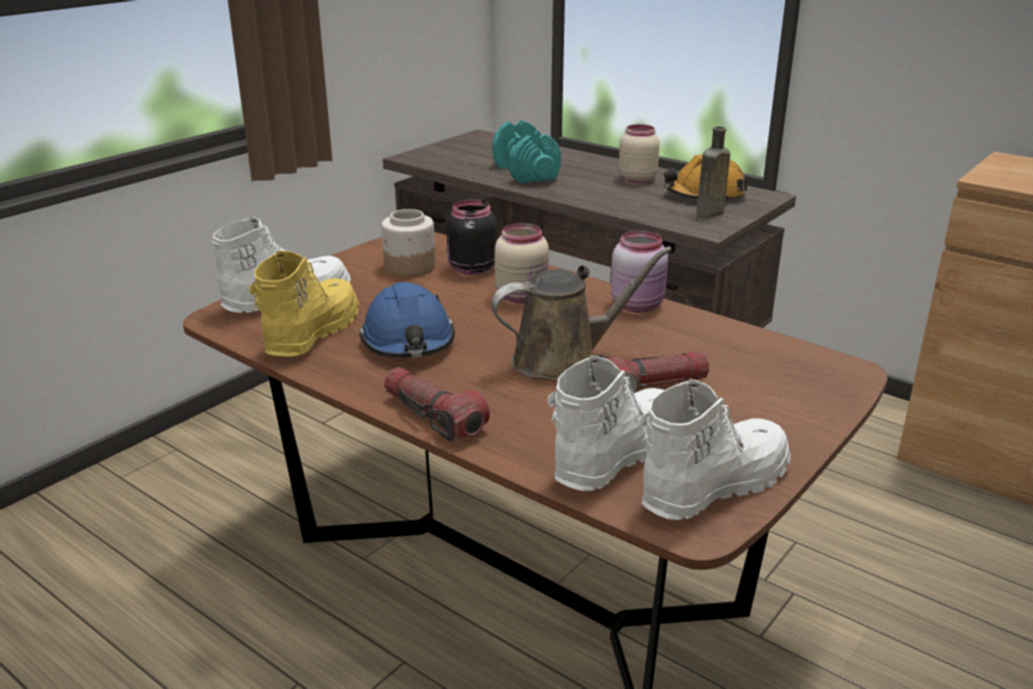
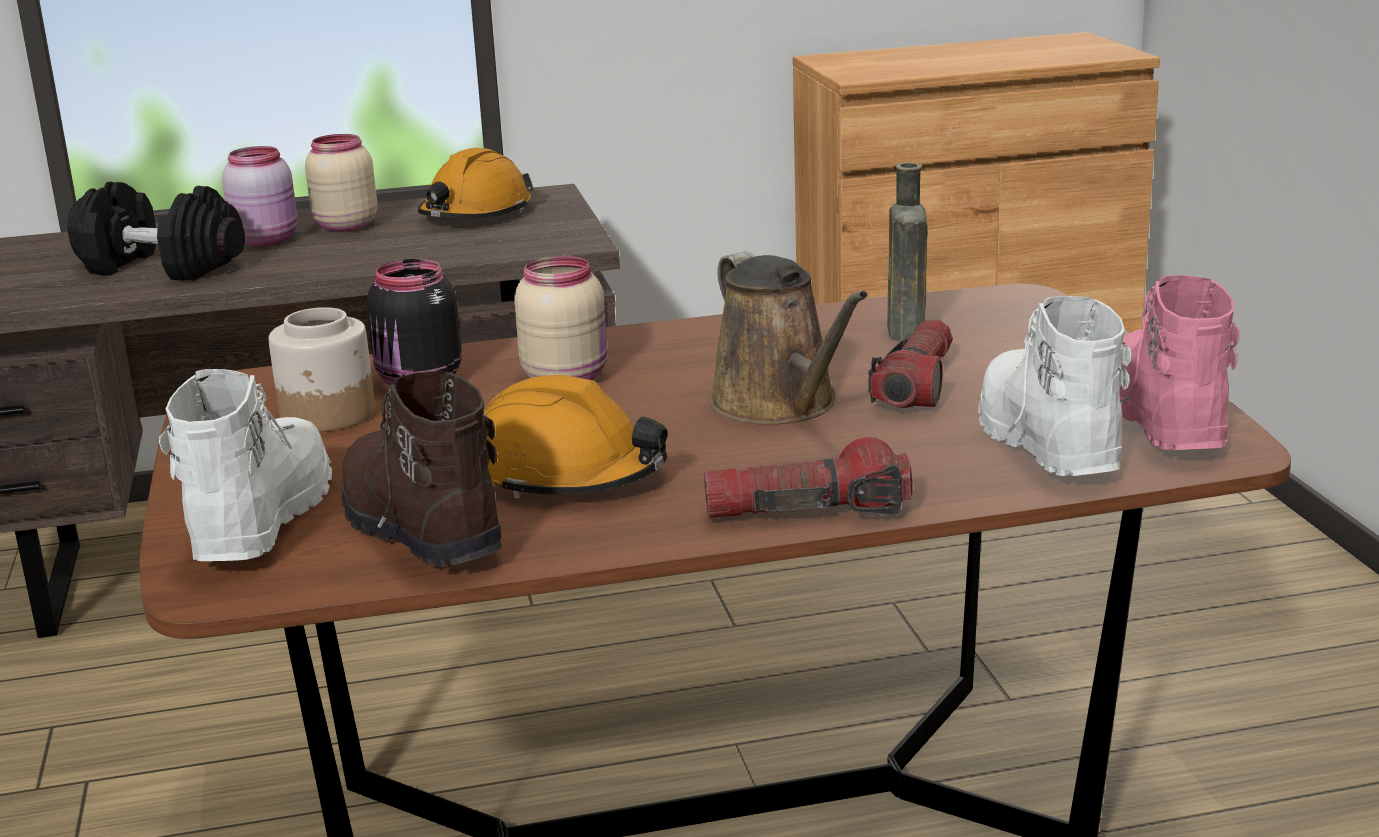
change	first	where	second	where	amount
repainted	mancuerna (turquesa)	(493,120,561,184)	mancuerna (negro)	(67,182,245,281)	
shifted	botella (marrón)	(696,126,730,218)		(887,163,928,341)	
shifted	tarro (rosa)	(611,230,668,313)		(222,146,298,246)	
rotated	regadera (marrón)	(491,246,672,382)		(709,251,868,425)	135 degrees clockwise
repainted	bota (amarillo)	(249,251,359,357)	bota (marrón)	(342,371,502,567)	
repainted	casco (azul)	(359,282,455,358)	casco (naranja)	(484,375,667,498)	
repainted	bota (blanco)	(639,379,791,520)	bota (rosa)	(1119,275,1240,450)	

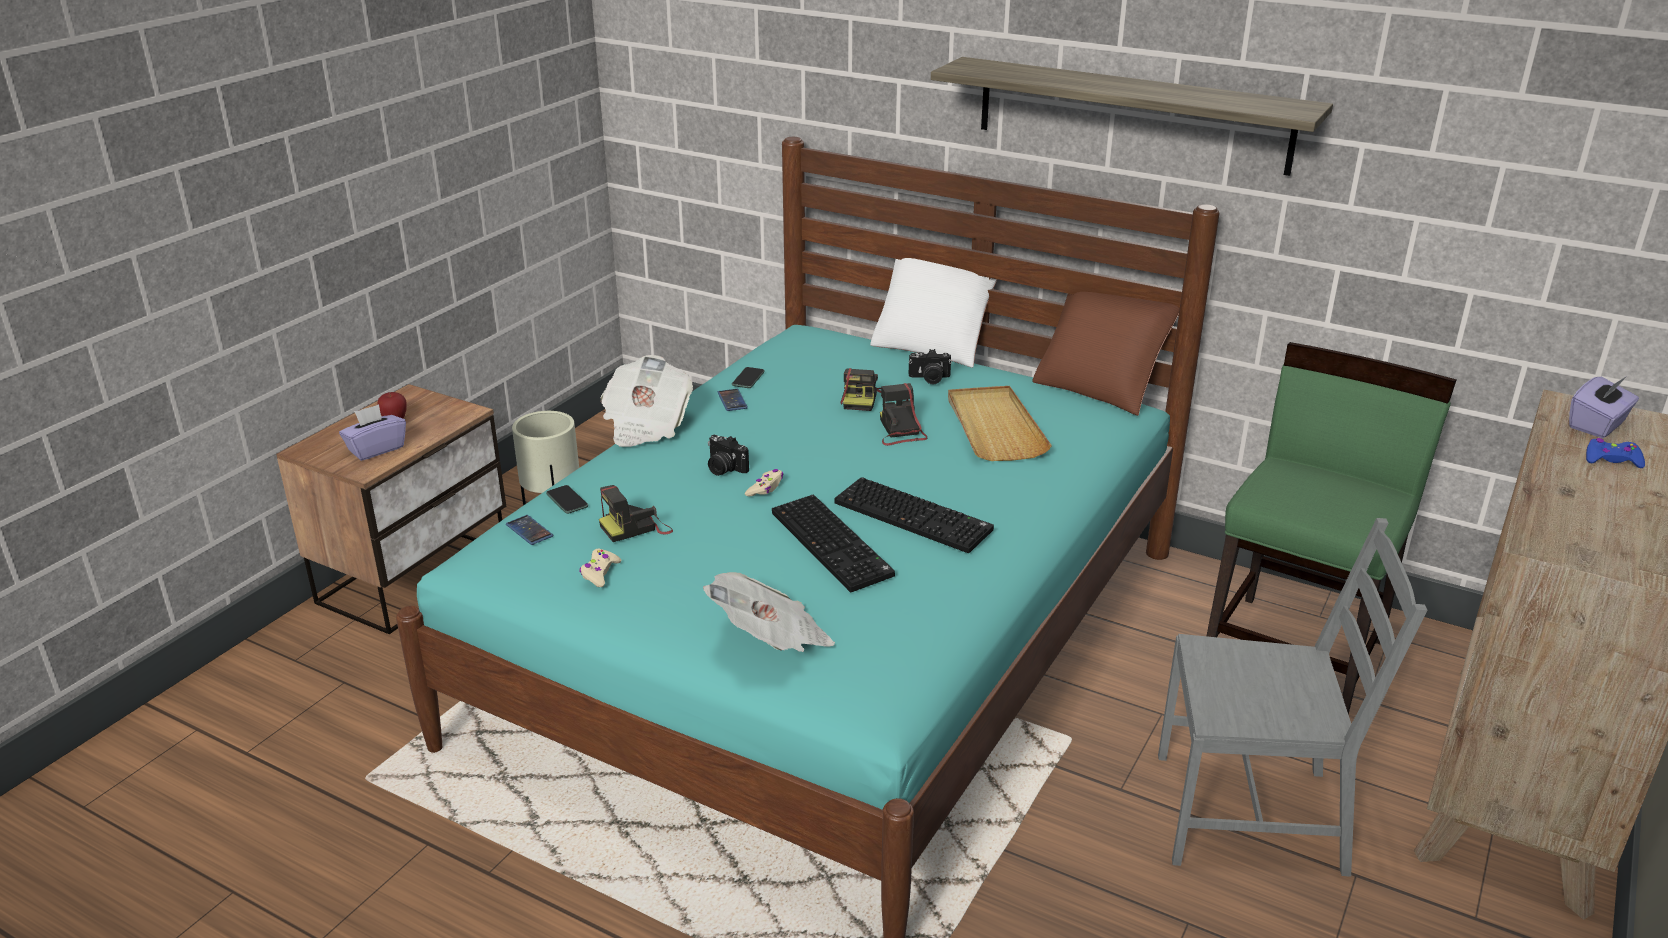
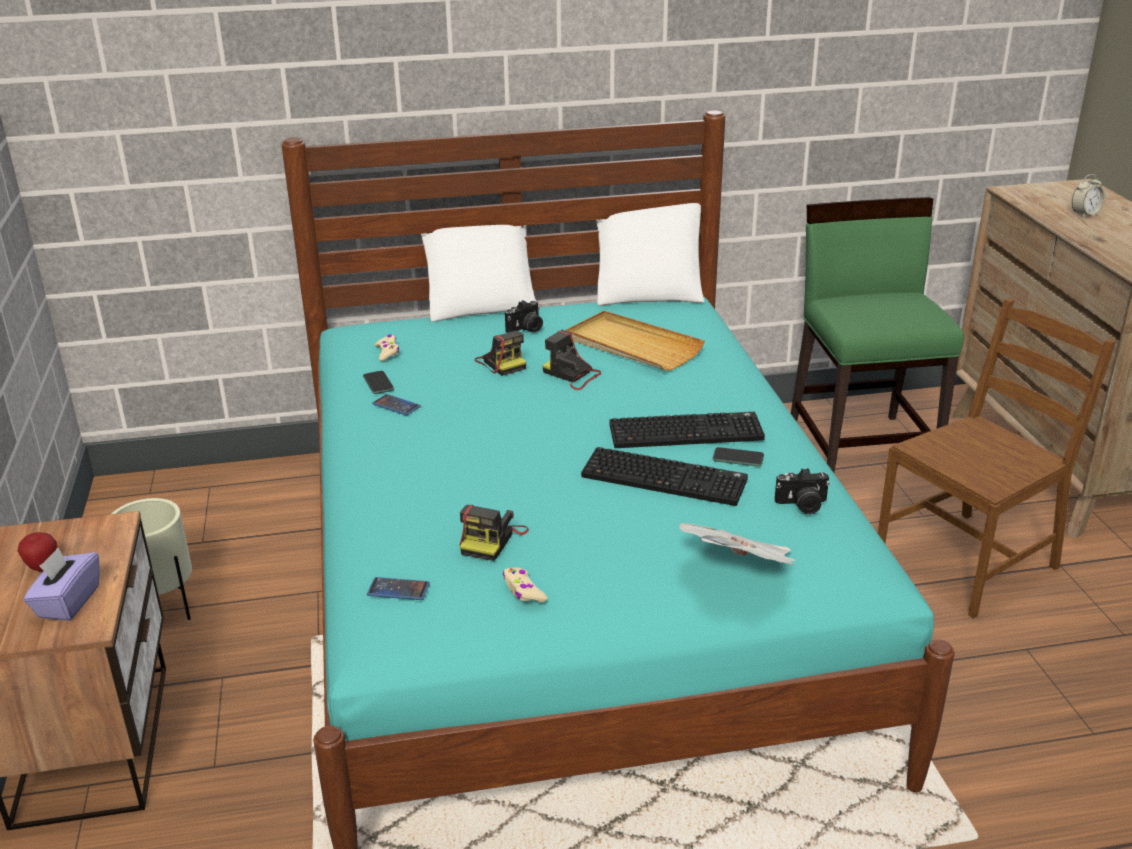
change	first	where	second	where	amount
gone	estante	(931,57,1333,176)			
repainted	cojín (marrón)	(1032,292,1180,416)	cojín (blanco)	(596,203,705,306)	
gone	periódico	(601,355,693,447)			
gone	caja de pañuelos (morado)	(1569,376,1639,438)			
shifted	cámara	(708,435,749,476)		(775,468,830,514)	
swapped	mando de consola (azul)	(1586,438,1645,468)	despertador	(1072,174,1105,218)	
shifted	mando de consola (beis)	(745,469,783,497)		(374,334,399,361)	
shifted	móvil	(546,485,588,514)		(712,447,764,467)	
repainted	silla (gris)	(1158,518,1427,877)	silla (marrón)	(878,298,1116,619)	

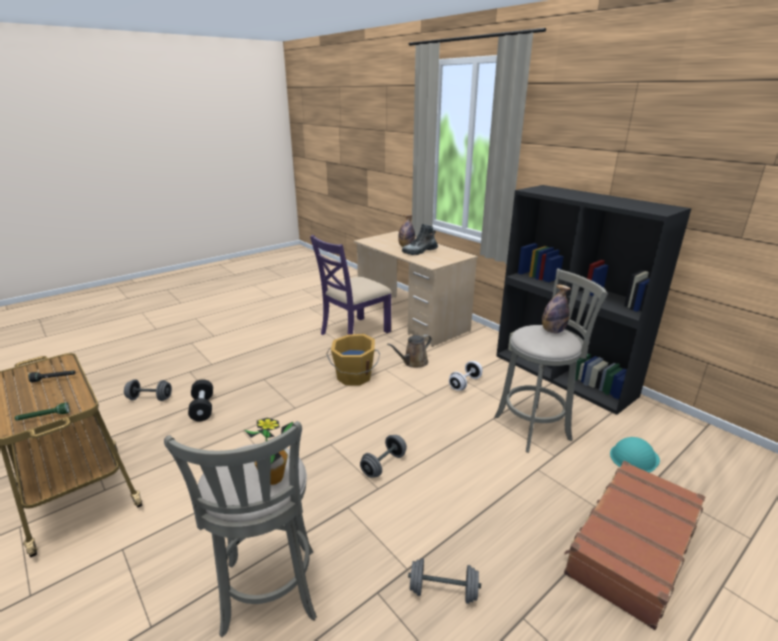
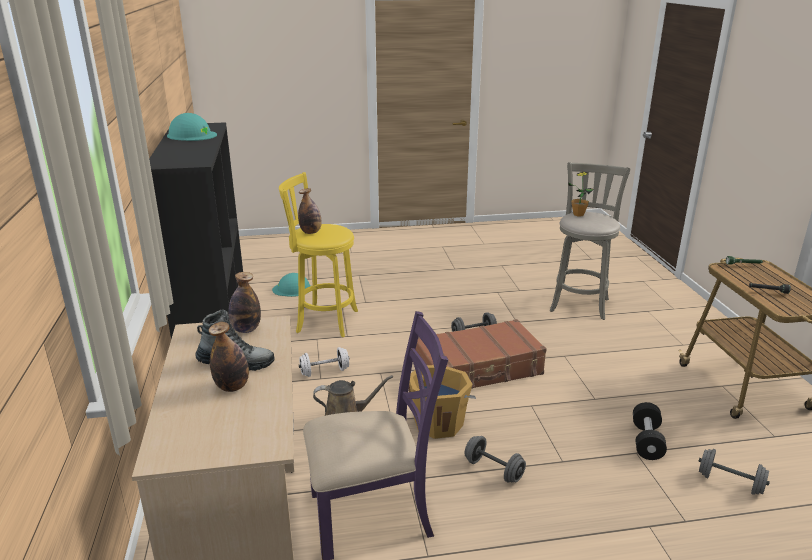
change	first	where	second	where	amount
repainted	taburete (gris)	(494,268,607,453)	taburete (amarillo)	(279,172,358,337)	
shifted	maleta (marrón)	(564,461,705,630)		(415,319,547,389)	
shifted	mancuerna (gris)	(408,558,481,604)		(465,436,526,483)	
new			casco (turquesa)	(167,113,217,141)	
new			botella	(228,272,261,333)	

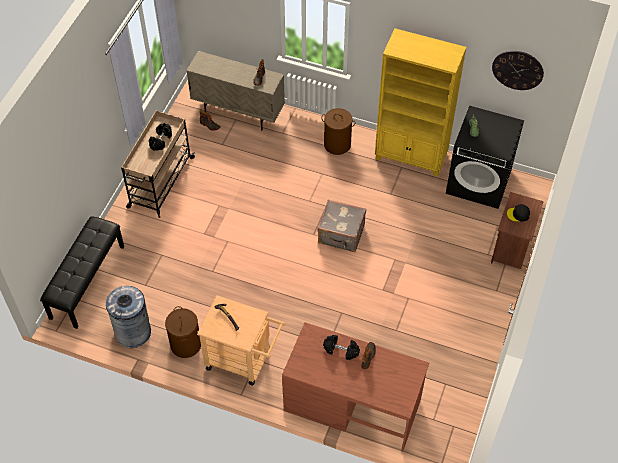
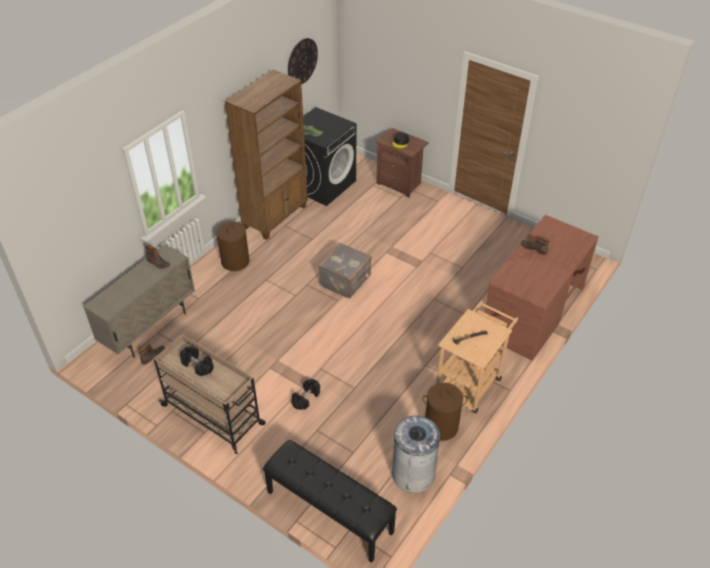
change	first	where	second	where	amount
repainted	estantería (amarillo)	(375,28,466,177)	estantería (marrón)	(225,69,308,240)	
shifted	mancuerna (negro)	(323,335,360,360)		(292,379,320,410)	

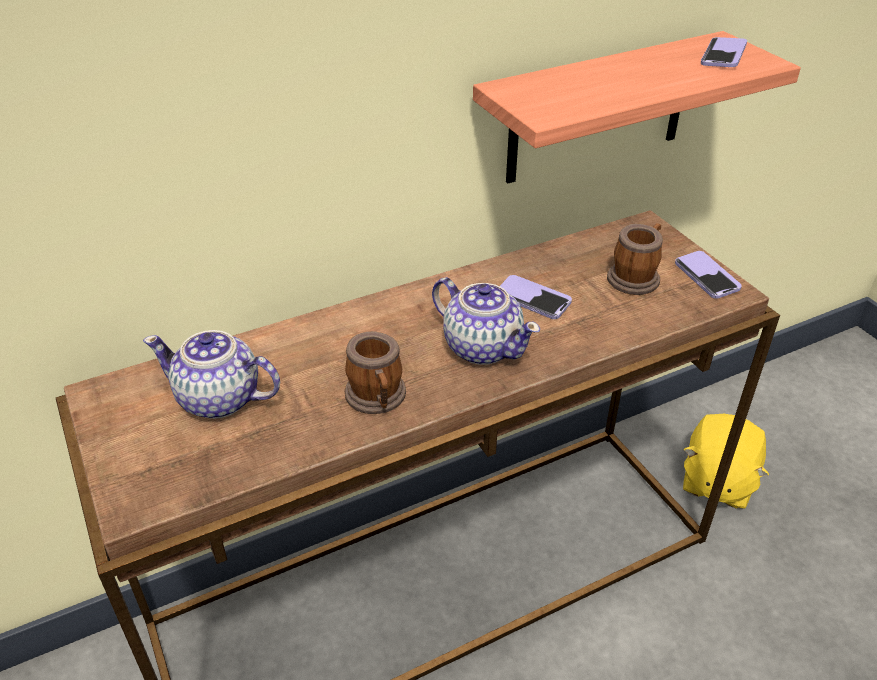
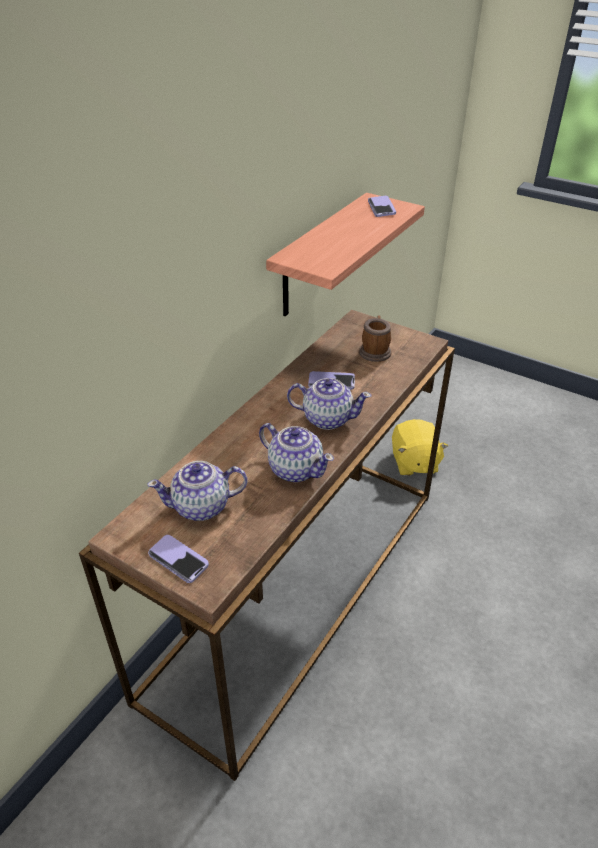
change	first	where	second	where	amount
shifted	móvil	(675,251,742,299)		(148,535,209,583)	
swapped	taza grande	(345,331,406,414)	tetera	(259,423,334,482)	

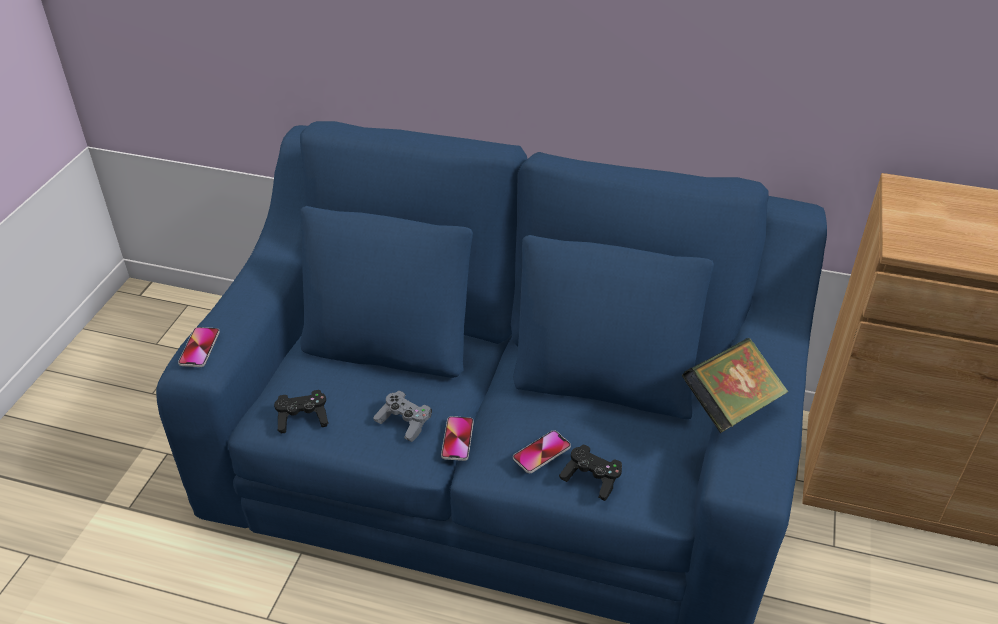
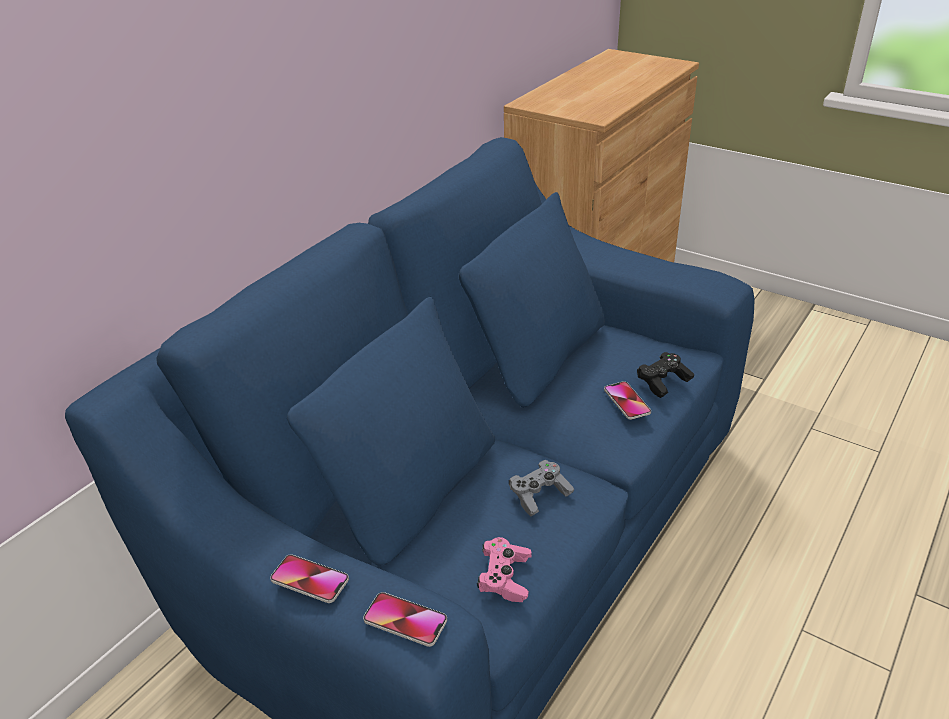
change	first	where	second	where	amount
gone	libro	(682,338,788,433)			
repainted	mando de consola (negro)	(274,390,329,433)	mando de consola (rosa)	(477,537,531,602)	
shifted	móvil	(441,416,474,461)		(270,554,349,603)	

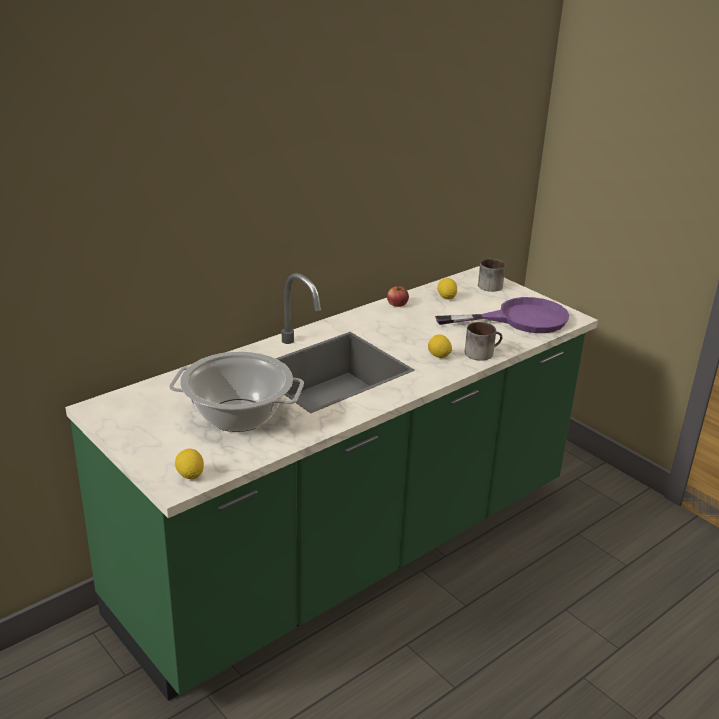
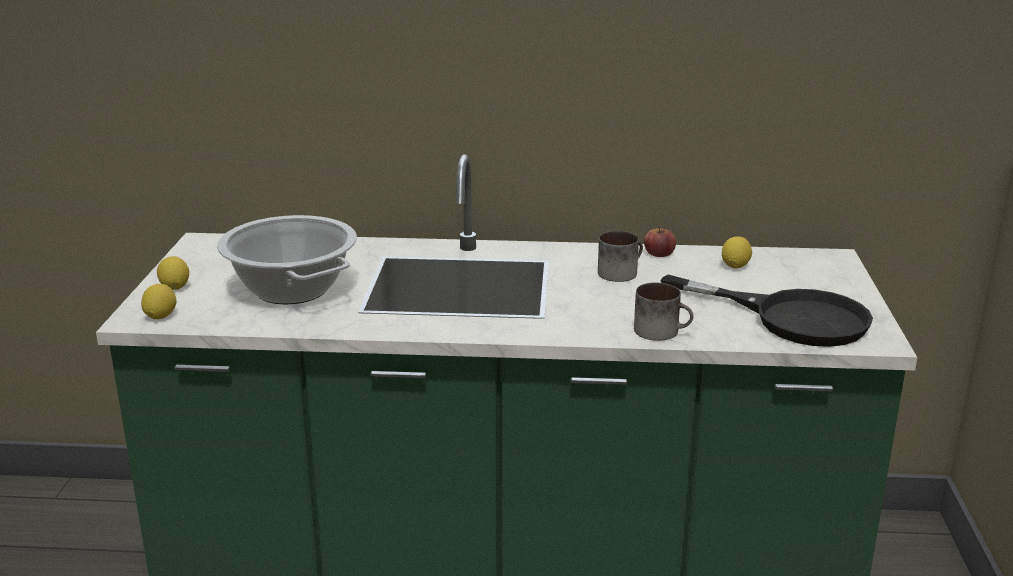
change	first	where	second	where	amount
shifted	taza grande	(478,259,505,292)		(598,231,643,282)	
repainted	sartén (morado)	(435,297,569,333)	sartén (negro)	(660,275,873,347)	
shifted	limón	(428,335,452,358)		(157,256,189,290)	

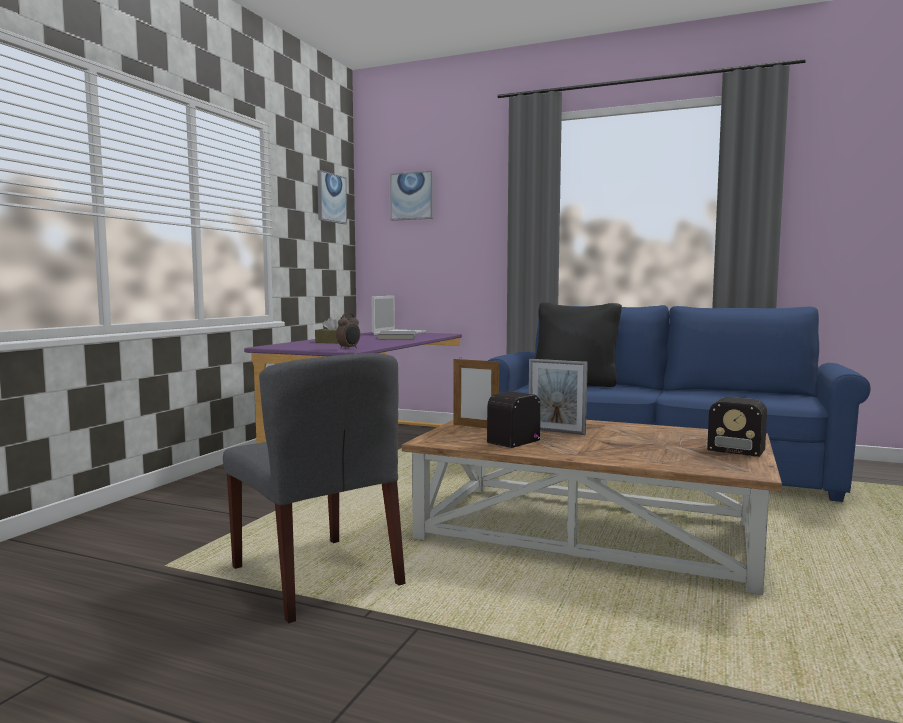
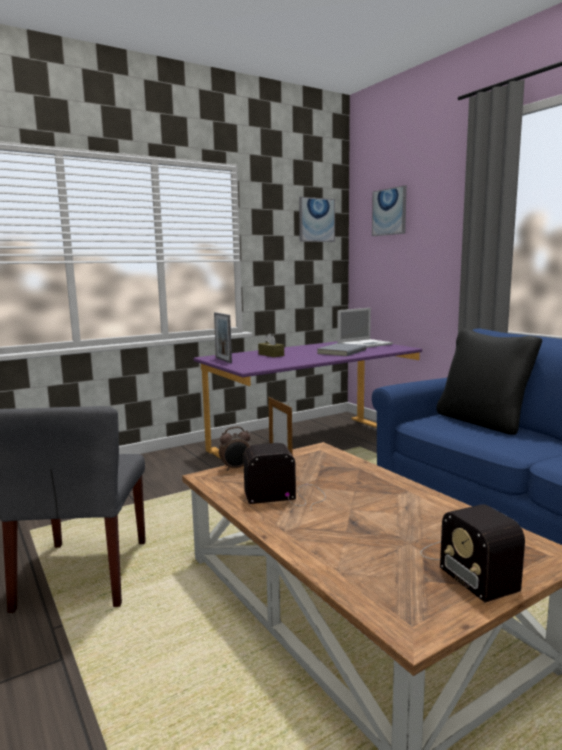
change	first	where	second	where	amount
shifted	despertador	(336,313,360,349)		(219,427,250,471)	
shifted	portarretratos	(529,359,588,435)		(214,312,232,363)	

